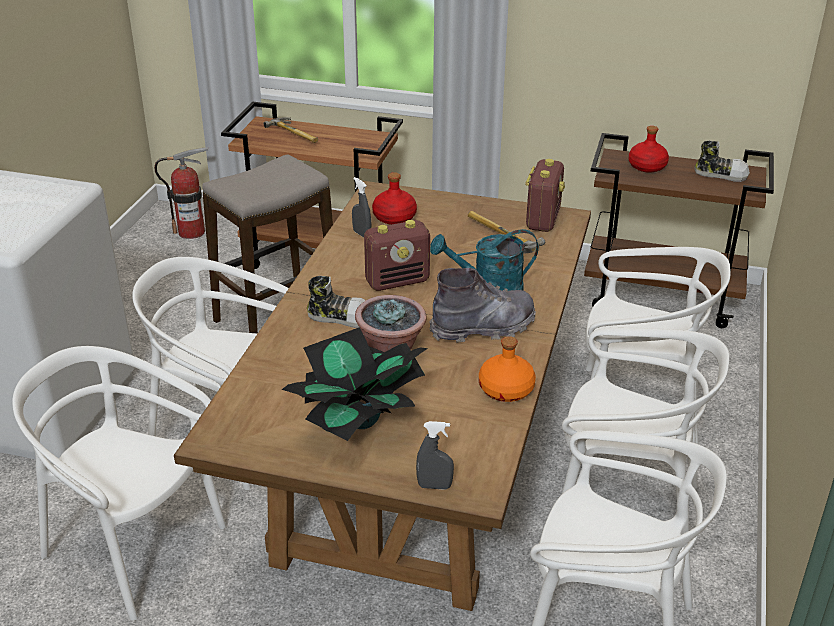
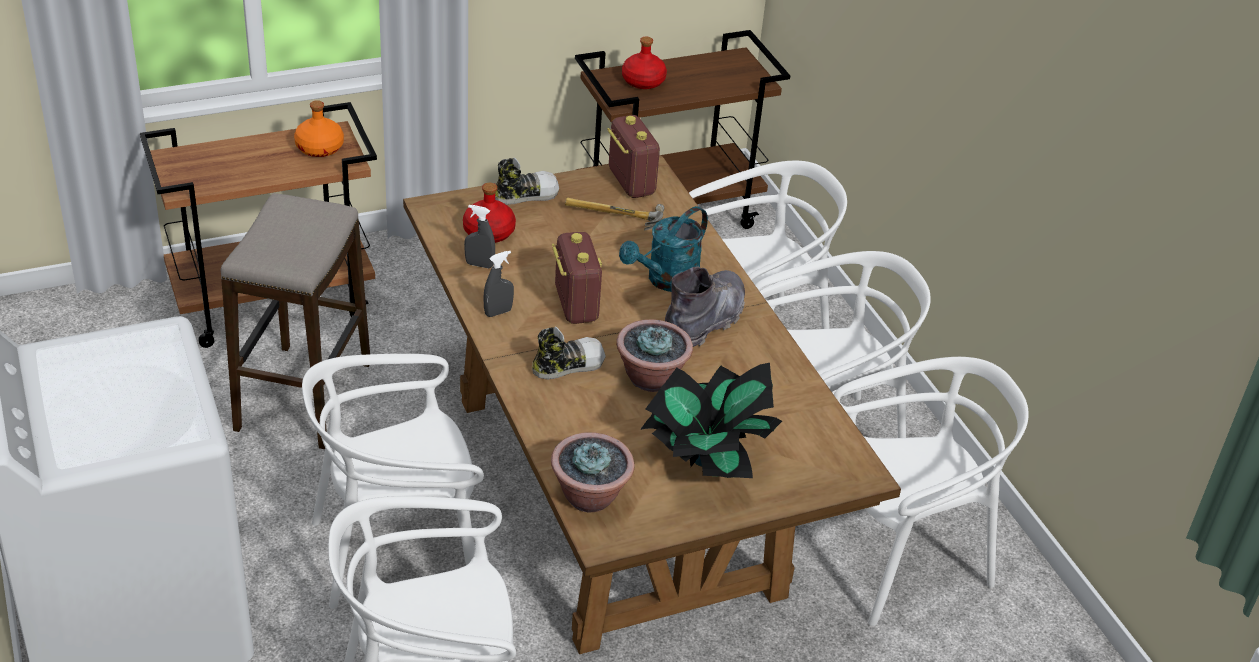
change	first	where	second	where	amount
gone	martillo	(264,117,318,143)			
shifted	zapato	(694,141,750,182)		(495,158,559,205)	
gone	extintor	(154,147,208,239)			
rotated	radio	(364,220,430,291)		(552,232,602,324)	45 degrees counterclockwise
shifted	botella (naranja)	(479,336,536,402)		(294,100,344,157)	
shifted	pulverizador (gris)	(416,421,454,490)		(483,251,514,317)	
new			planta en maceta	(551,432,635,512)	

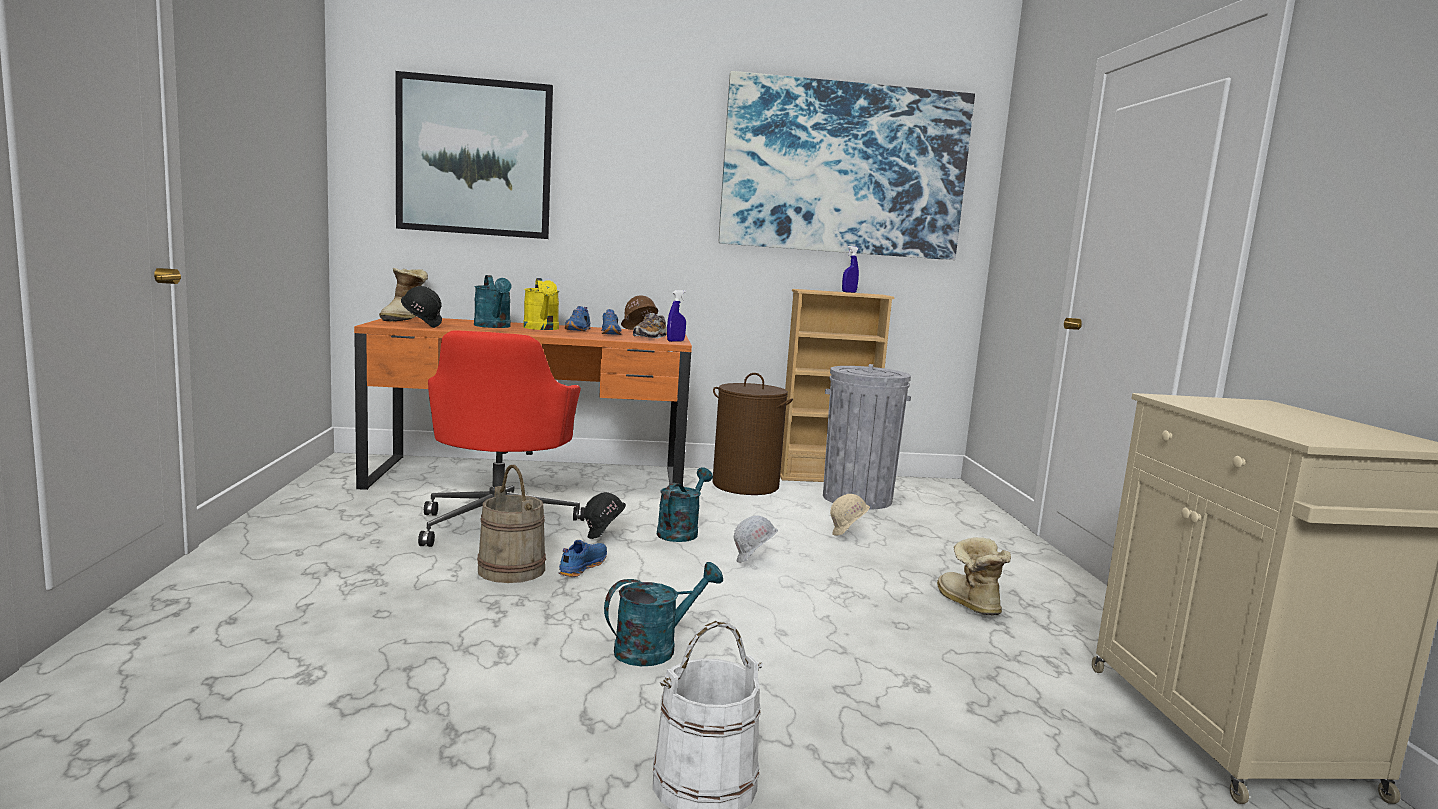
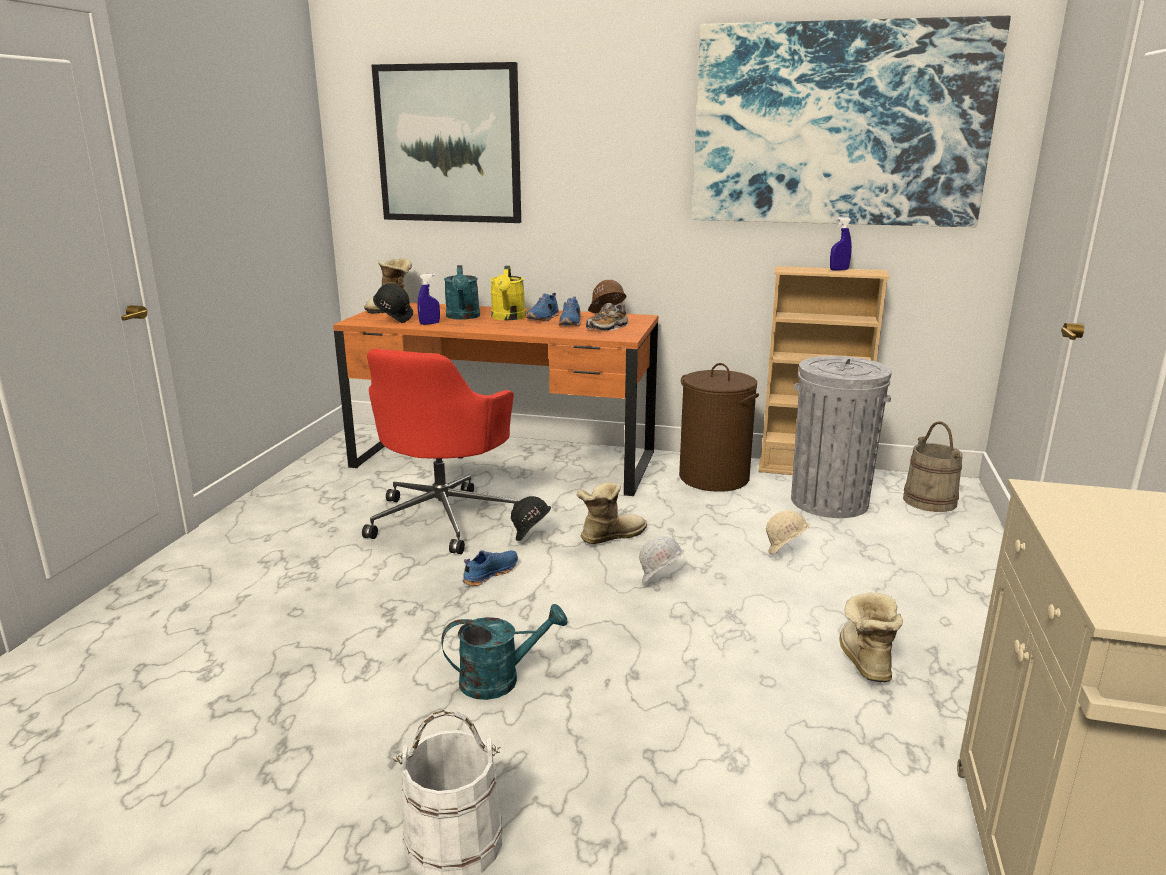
change	first	where	second	where	amount
shifted	pulverizador (azul)	(667,290,686,342)		(418,273,440,325)	
shifted	cubo (beis)	(477,465,546,583)		(903,421,962,512)	
swapped	regadera (turquesa)	(657,468,713,542)	bota	(577,482,647,544)	

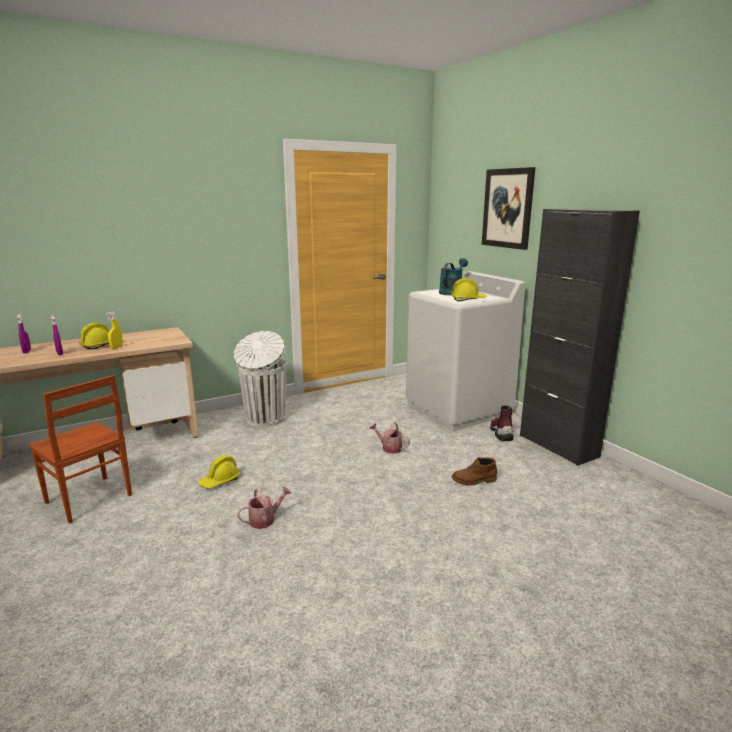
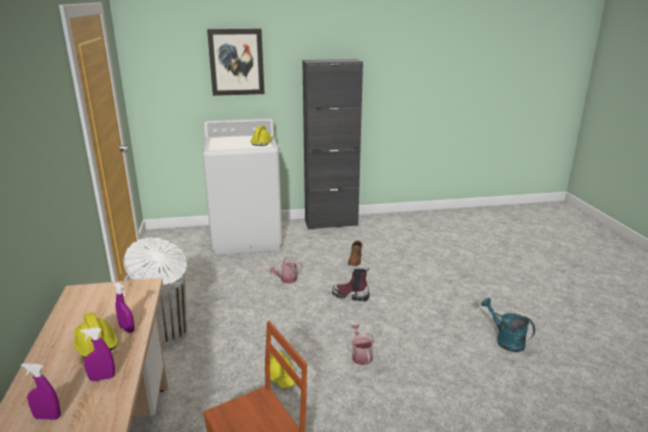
change	first	where	second	where	amount
shifted	regadera (turquesa)	(439,258,468,295)		(481,298,535,352)	
repainted	pulverizador (amarillo)	(106,311,123,349)	pulverizador (morado)	(114,283,135,333)	
shifted	bota	(490,406,514,441)		(332,268,370,301)	

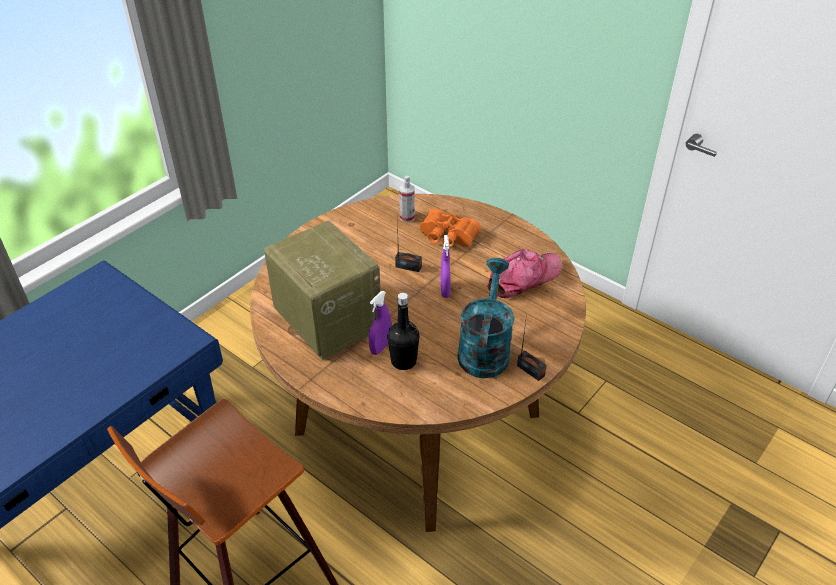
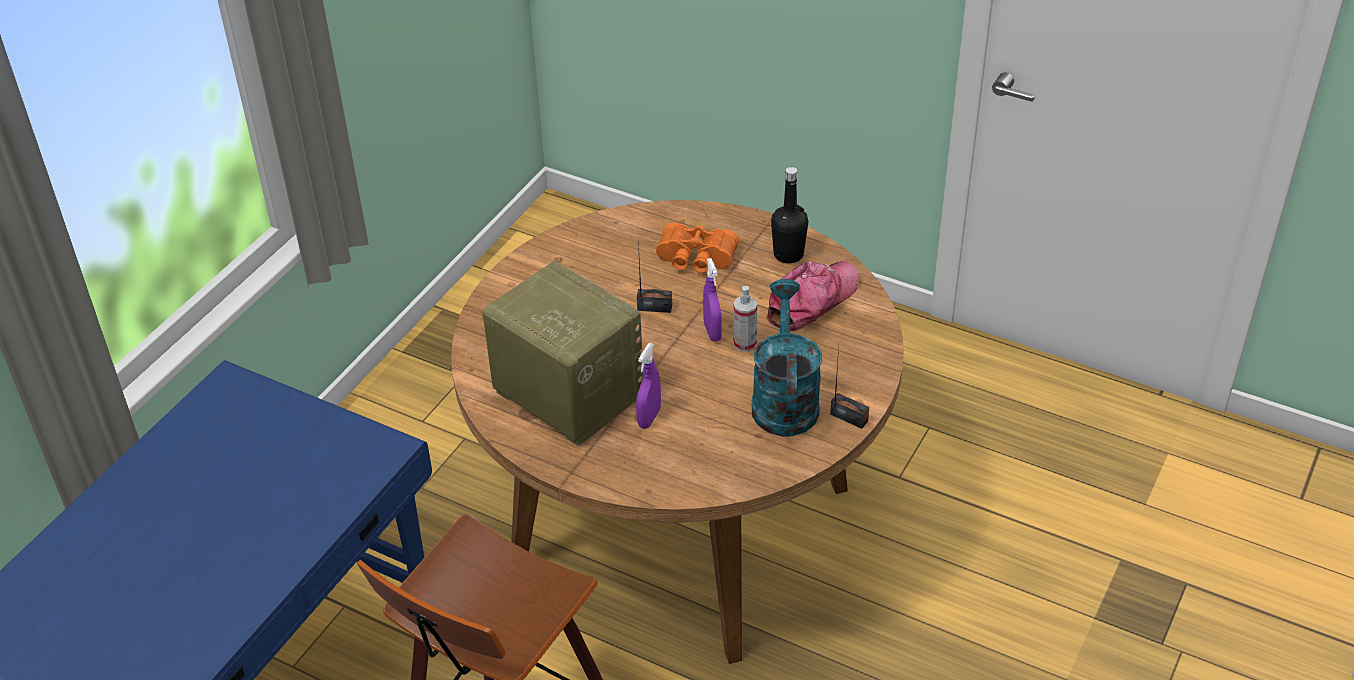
change	first	where	second	where	amount
shifted	pulverizador	(399,176,415,222)		(733,286,757,352)	
shifted	botella (negro)	(387,292,420,370)		(771,167,808,264)	

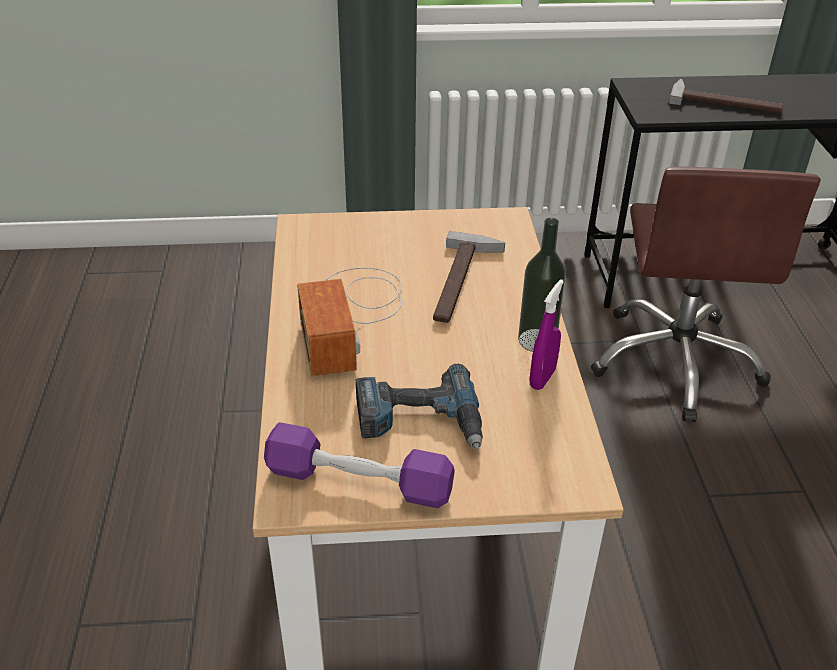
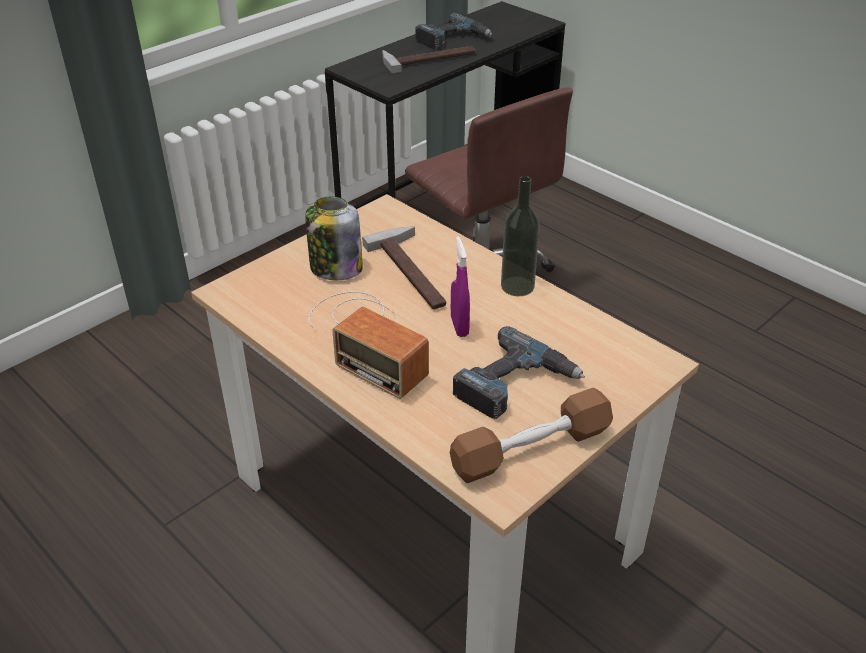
change	first	where	second	where	amount
shifted	pulverizador (morado)	(530,279,564,390)		(451,236,470,337)	
repainted	mancuerna (morado)	(264,422,455,508)	mancuerna (marrón)	(450,388,613,483)	
new			taladro	(415,13,492,49)	
new			tarro	(305,197,363,280)	

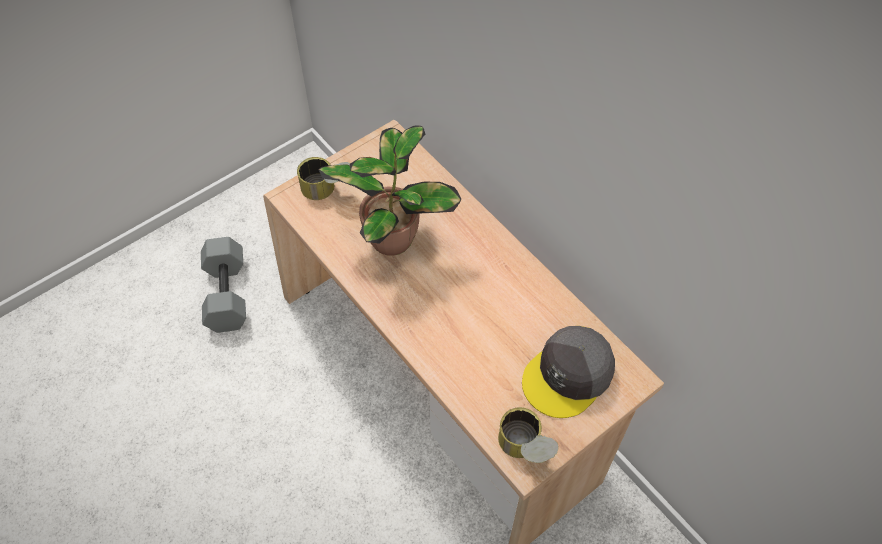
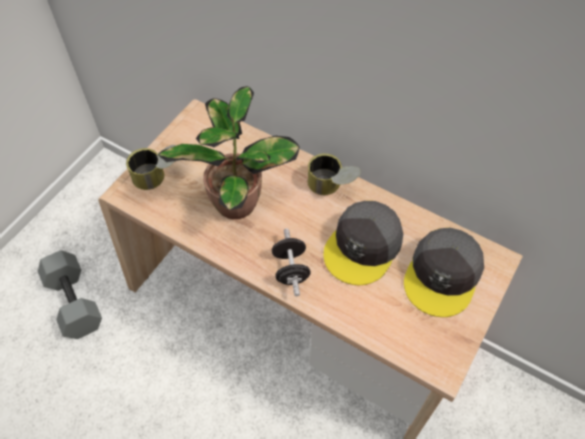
change	first	where	second	where	amount
shifted	lata	(498,407,559,463)		(308,153,361,195)	
new			gorra (gris)	(323,201,403,285)	
new			mancuerna (negro)	(272,228,311,296)	

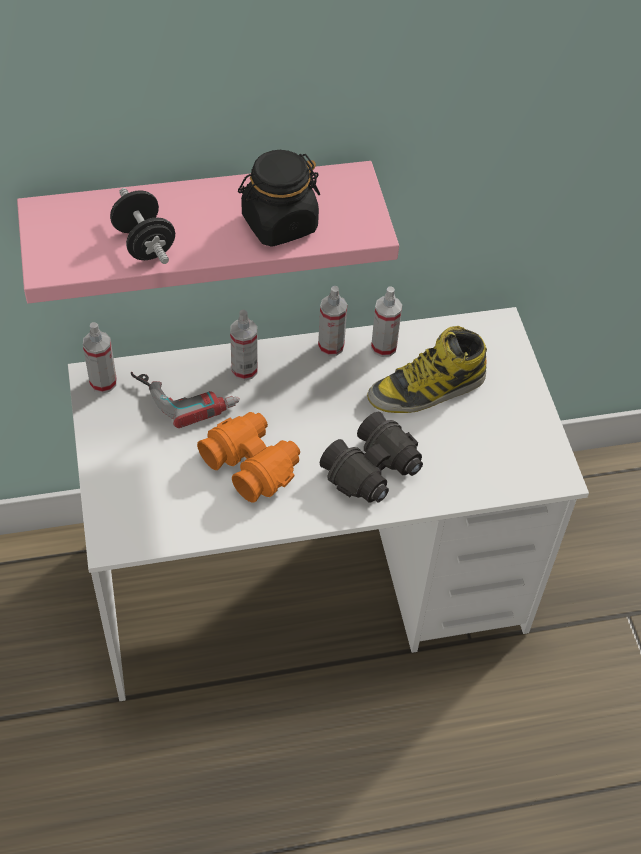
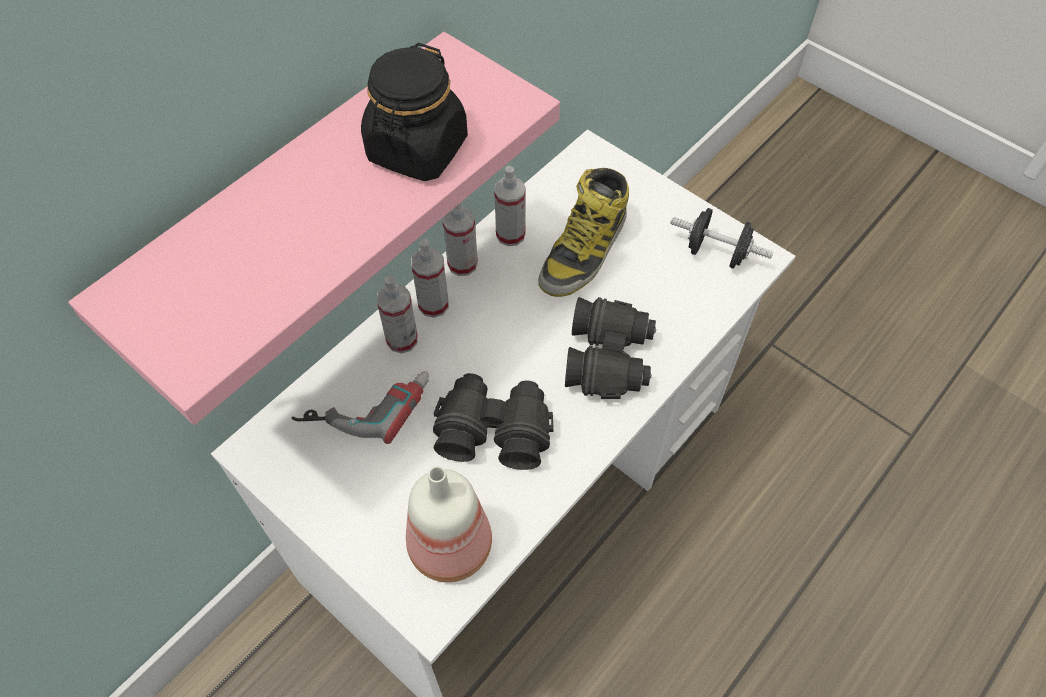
change	first	where	second	where	amount
shifted	mancuerna (negro)	(110,188,175,264)		(670,208,773,268)	
shifted	pulverizador	(83,322,117,393)		(411,239,449,318)	
repainted	prismáticos (naranja)	(197,412,300,503)	prismáticos (negro)	(433,373,554,470)	
new			botella	(406,466,492,582)	

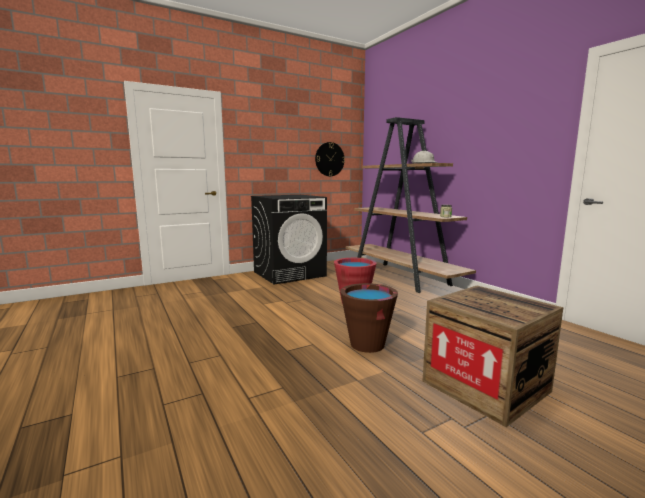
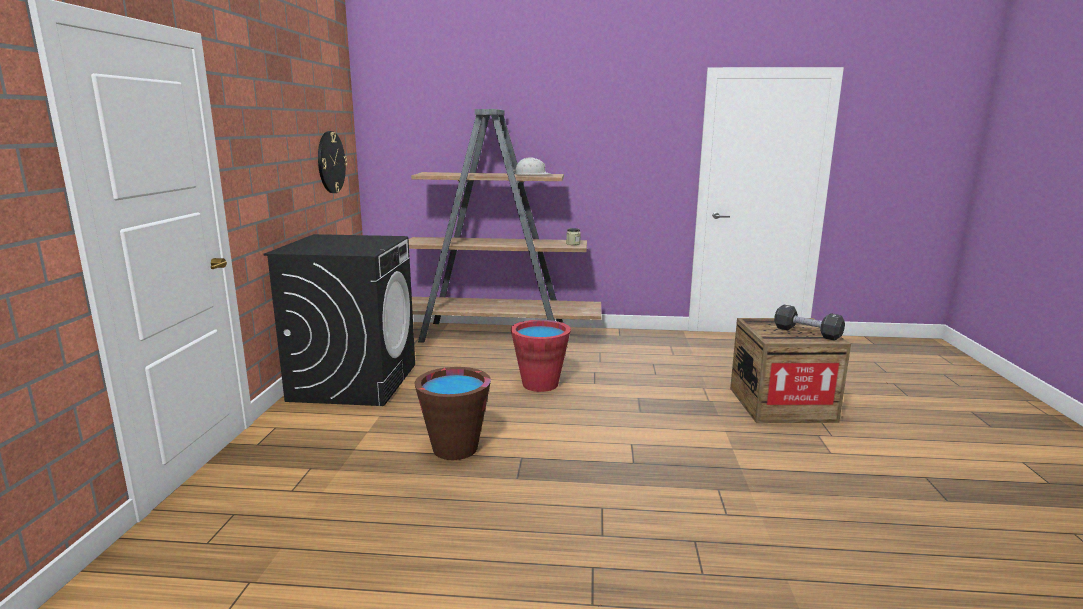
change	first	where	second	where	amount
shifted	cubo (marrón)	(340,283,398,353)		(414,367,491,460)	
new			mancuerna (negro)	(774,305,845,341)	

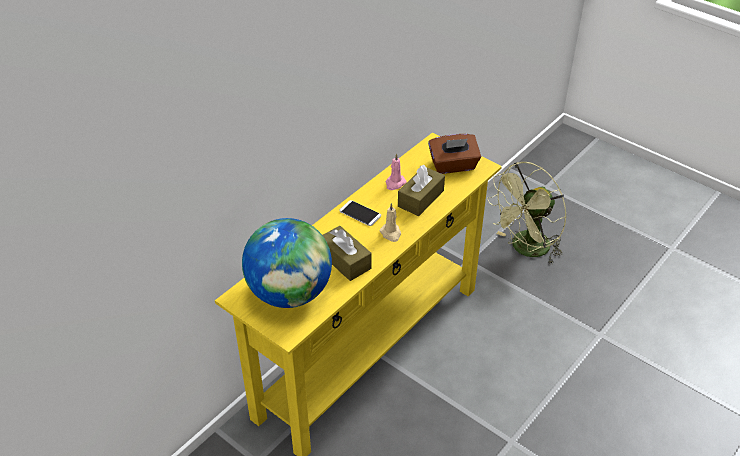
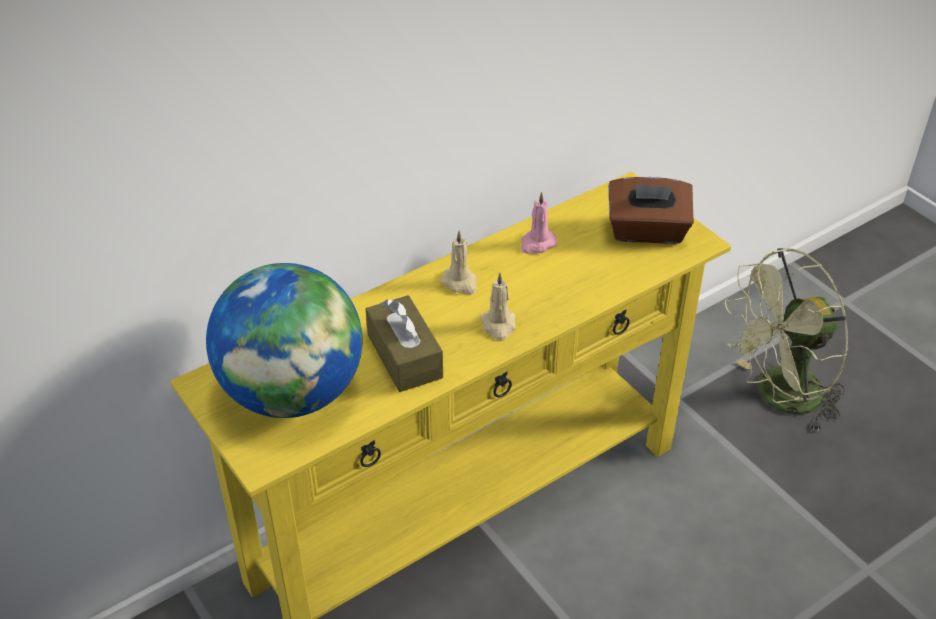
change	first	where	second	where	amount
gone	caja de pañuelos (marrón)	(398,165,445,216)			
swapped	móvil	(339,200,381,226)	vela (beis)	(441,231,477,295)	

